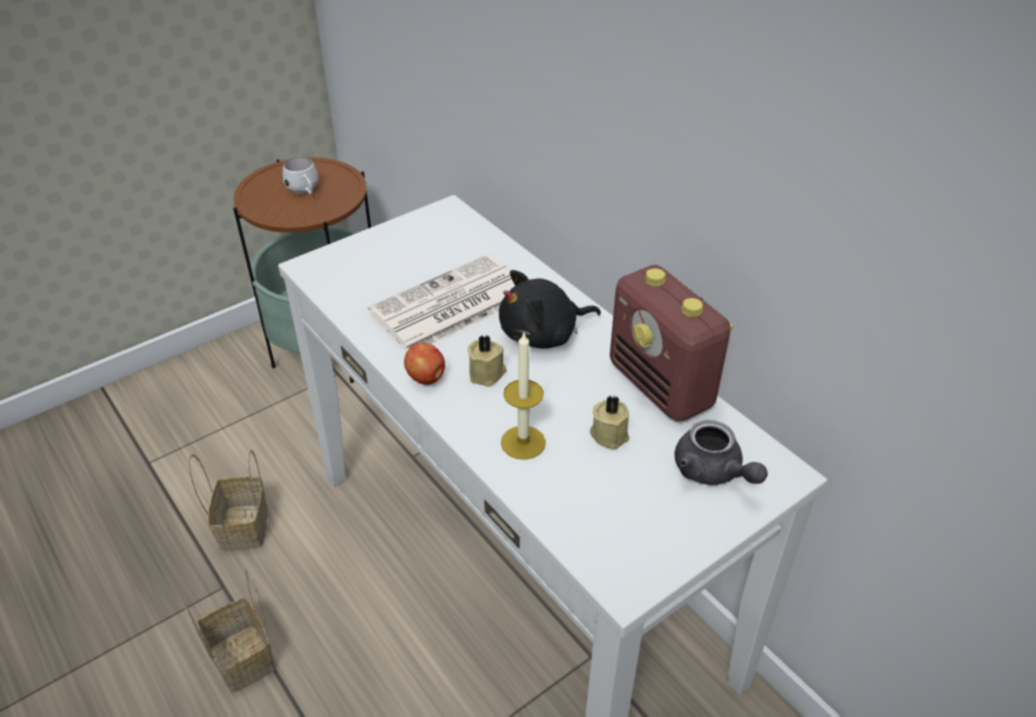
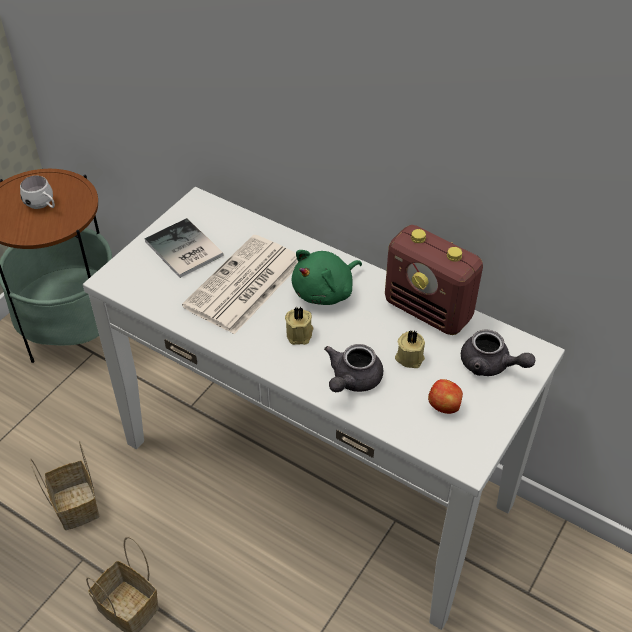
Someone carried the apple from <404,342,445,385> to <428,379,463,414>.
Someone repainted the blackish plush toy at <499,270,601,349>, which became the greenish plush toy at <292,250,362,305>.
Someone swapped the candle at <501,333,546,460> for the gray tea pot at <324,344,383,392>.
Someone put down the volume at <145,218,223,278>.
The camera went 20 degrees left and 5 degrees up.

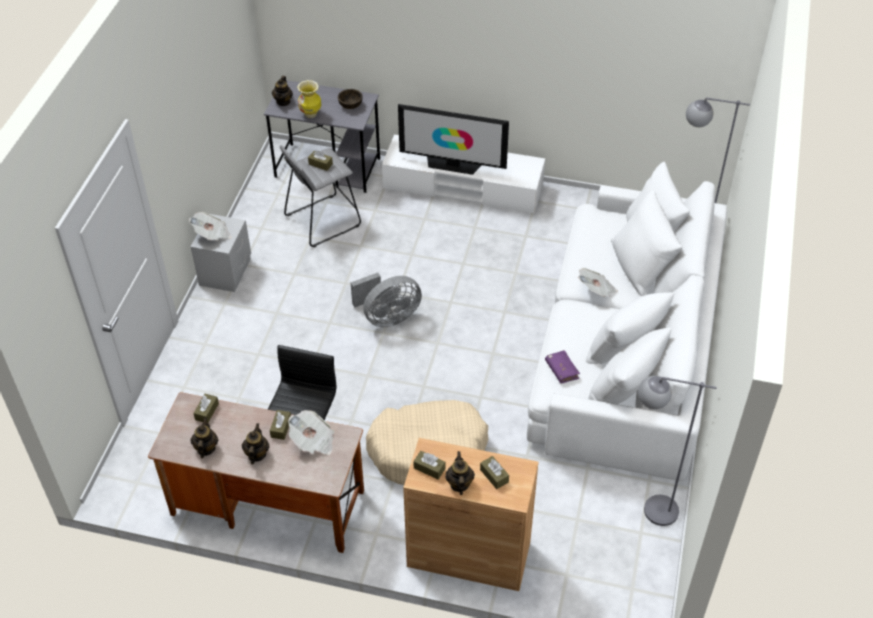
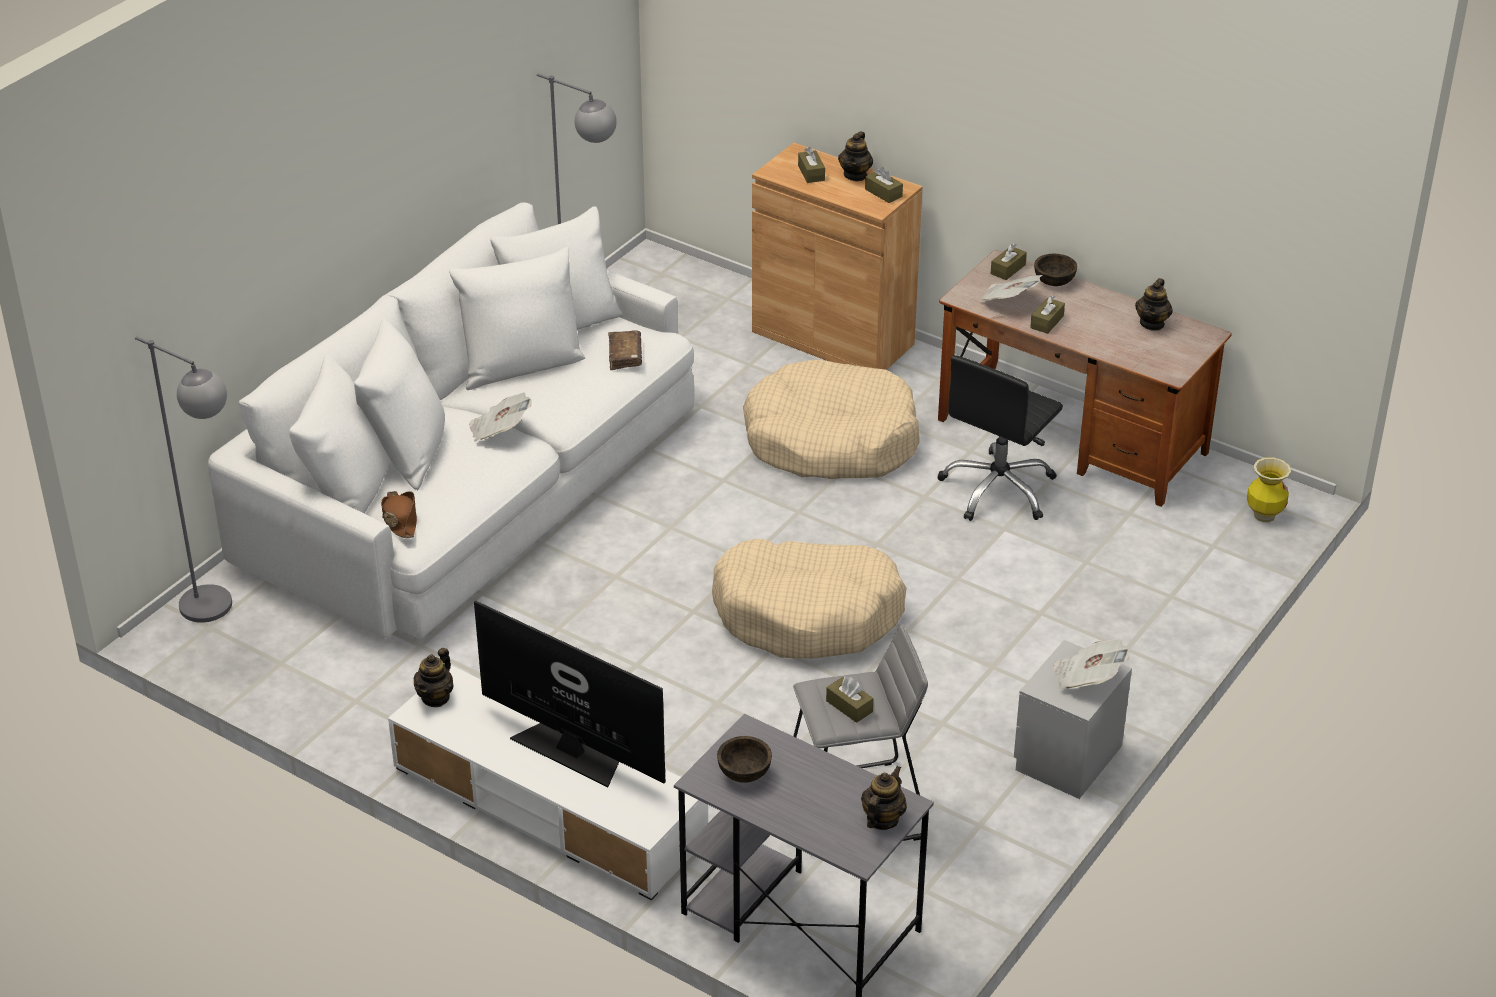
Someone carried the brown-coloured box of tissues from <193,394,219,423> to <991,243,1027,280>.
Someone carried the tea pot from <242,423,269,464> to <414,648,454,707>.
Someone carried the vase from <297,80,321,118> to <1247,458,1291,522>.
Someone swapped the gray cooling fan at <350,272,422,327> for the sand-coloured dog bed at <712,538,907,659>.
Someone repainted the purple-coloured volume at <545,350,580,384>, which became the brown-coloured volume at <608,330,642,370>.
Someone put down the brown-coloured clothing hat at <381,491,417,538>.
Someone put down the brown-coloured deep dish at <1034,254,1077,286>.
The camera went 160 degrees left and 10 degrees down.

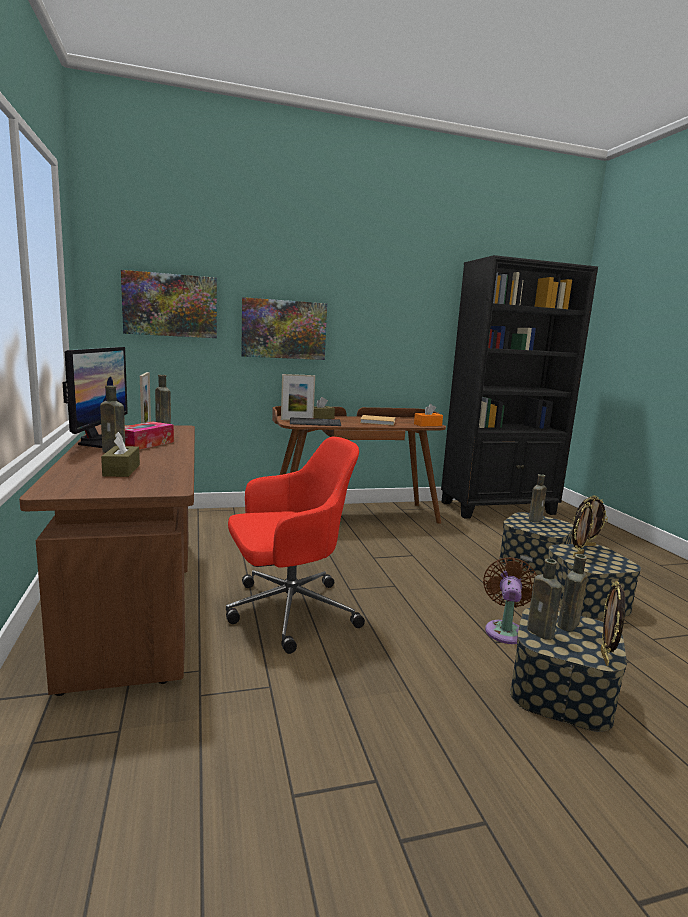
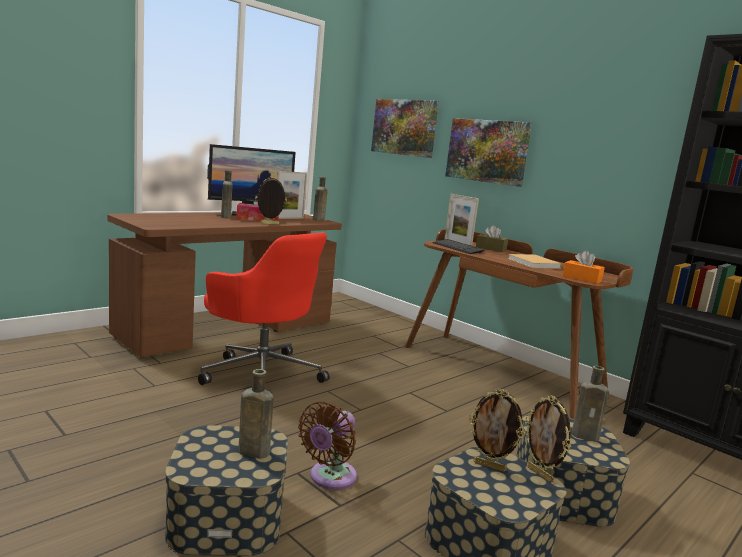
Someone took away the brown-coloured box of tissues at <101,432,140,477>.
Someone rotated the brown-coloured cooling fan at <483,557,537,644> by 135 degrees clockwise.
Someone took away the brown-coloured beverage bottle at <527,559,562,640>.
Someone carried the picture frame from <600,581,625,666> to <255,176,287,225>.
The camera went 60 degrees right and 0 degrees up.

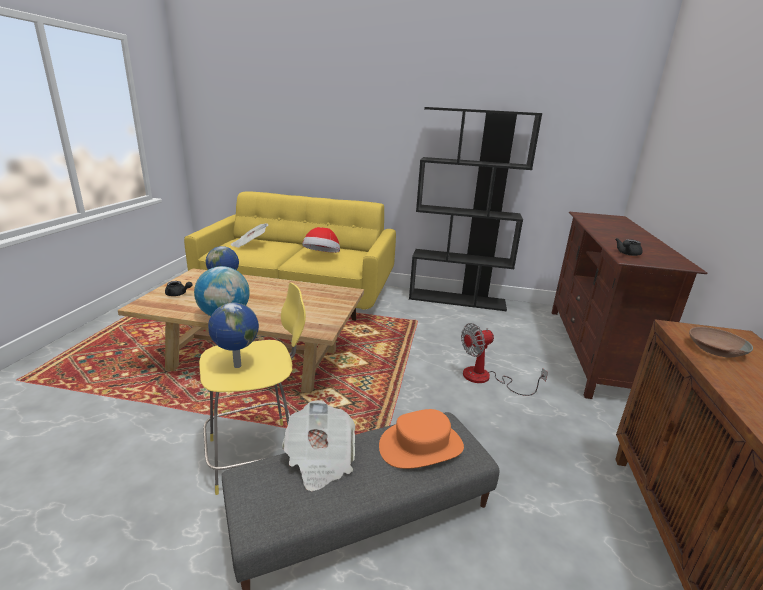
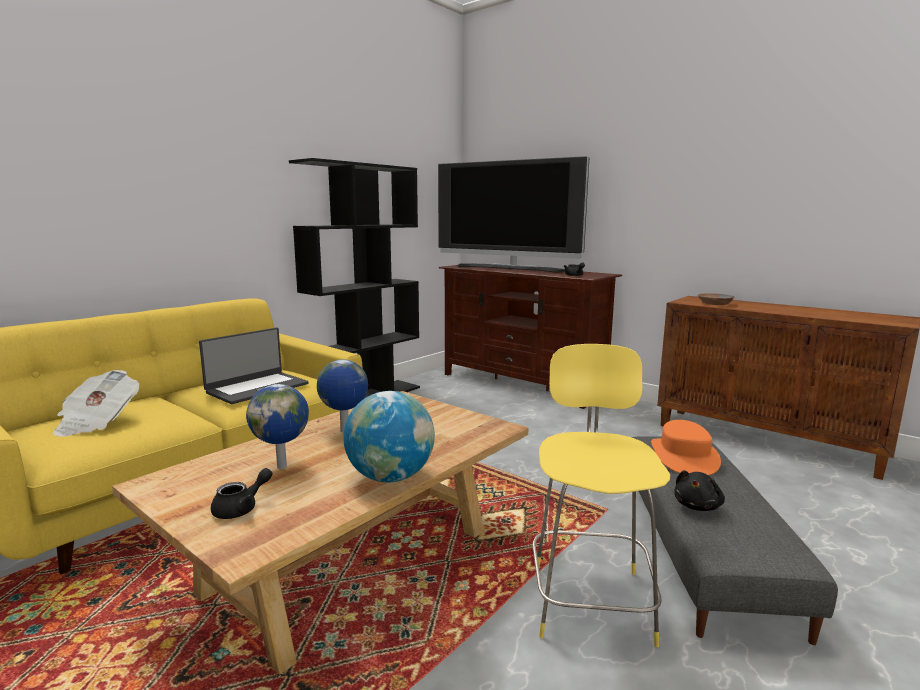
Someone carried the world globe from <208,303,259,368> to <317,360,368,432>.
Someone swapped the printed paper at <282,400,355,491> for the blackish plush toy at <674,470,725,511>.
Someone swapped the clothing hat at <302,227,340,253> for the portable computer at <199,328,308,404>.
Someone took away the cooling fan at <461,323,548,396>.
Someone put down the TV set at <438,156,589,273>.
The camera went 60 degrees left and 10 degrees down.

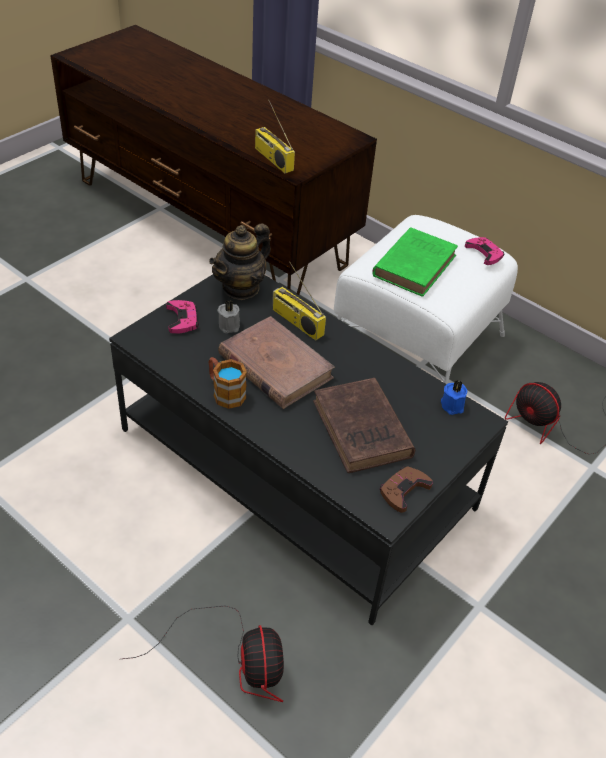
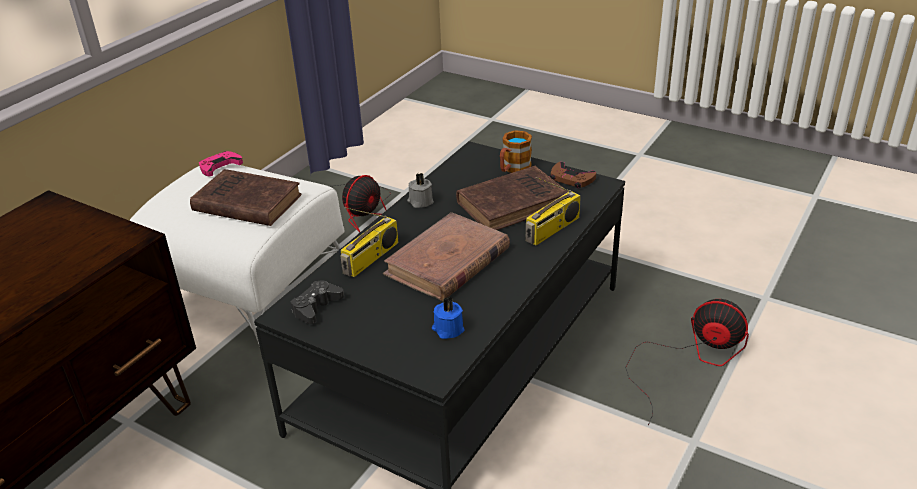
Someone rotated the cooling fan at <122,606,284,702> by 45 degrees clockwise.
Someone took away the pinkish game controller at <166,300,199,334>.
Someone swapped the tea pot at <209,223,271,300> for the blackish game controller at <291,280,344,324>.
Someone carried the tea mug from <209,357,247,409> to <500,130,532,173>.
Someone carried the gray candle from <218,300,240,333> to <407,173,434,208>.
Someone carried the radio from <255,100,295,173> to <526,177,581,246>.
Someone repainted the greenish volume at <372,227,458,297>, which became the brown-coloured volume at <190,169,302,226>.
Someone carried the bluish candle from <441,380,467,415> to <432,297,464,339>.
The camera went 95 degrees left and 10 degrees down.

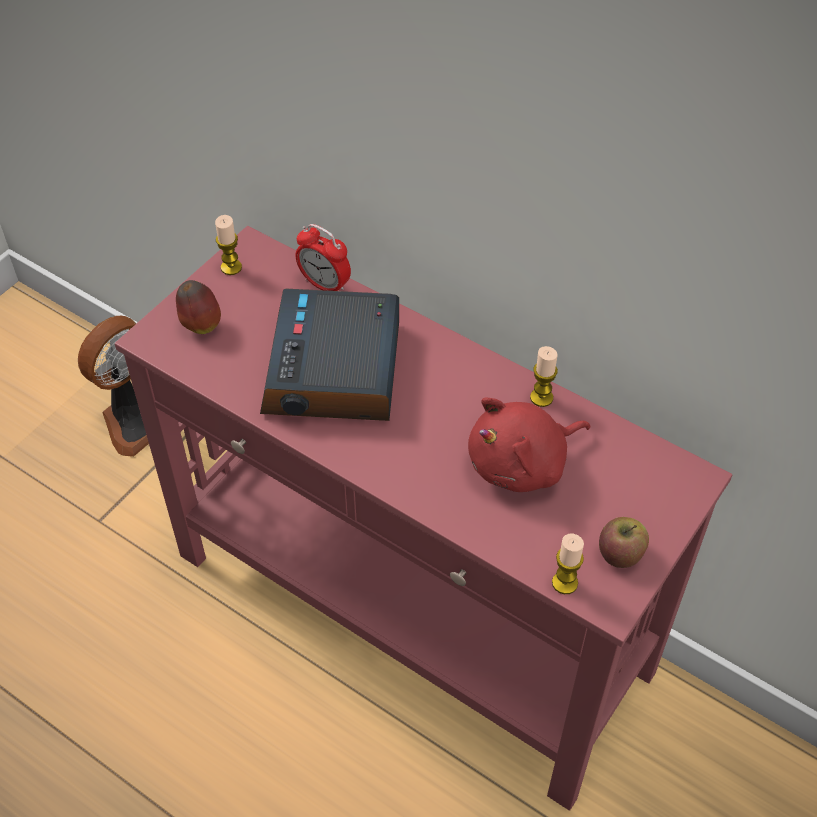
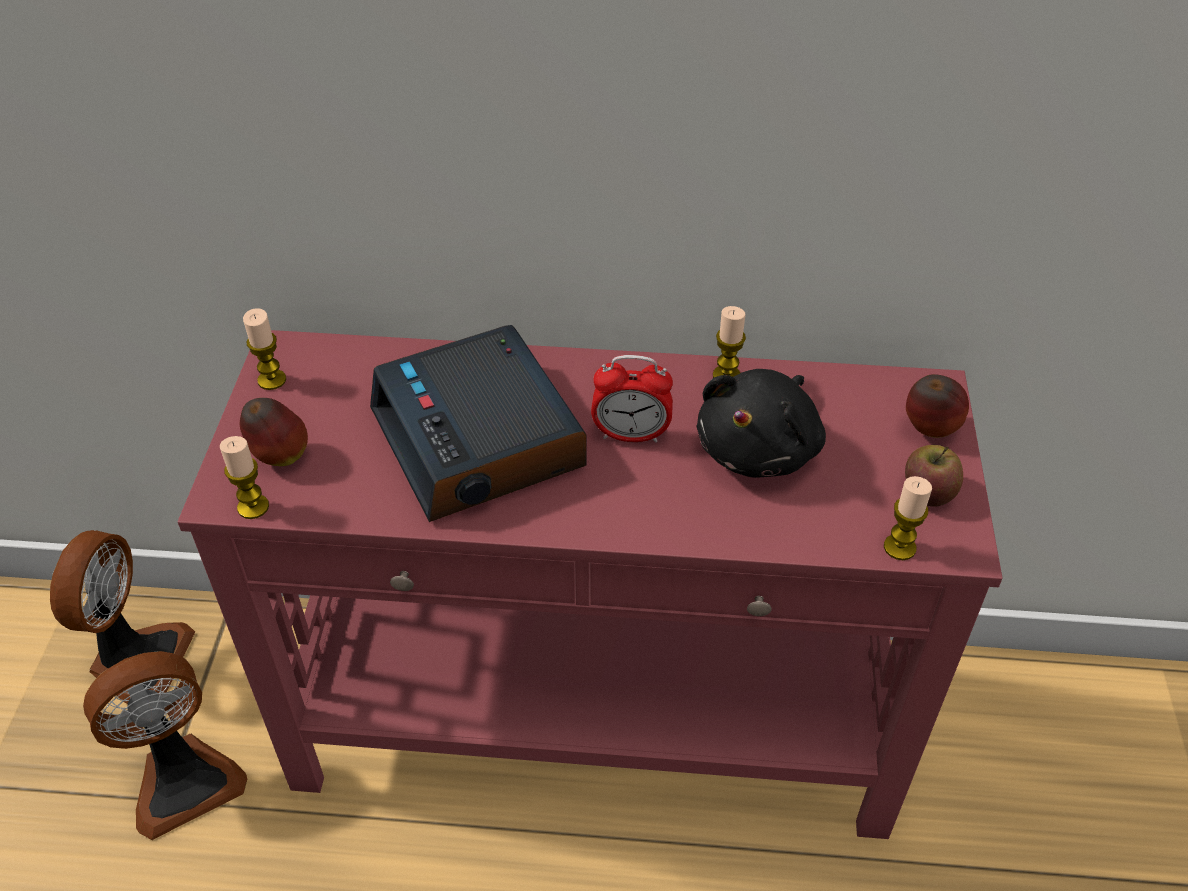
Someone carried the bedside clock from <296,224,351,291> to <591,355,673,443>.
Someone repainted the red plush toy at <468,397,590,492>, which became the blackish plush toy at <697,369,826,478>.
Someone put down the cooling fan at <83,651,247,840>.
Someone put down the candle at <220,436,269,519>.
Someone put down the apple at <906,374,969,438>.
The camera went 30 degrees left and 5 degrees down.

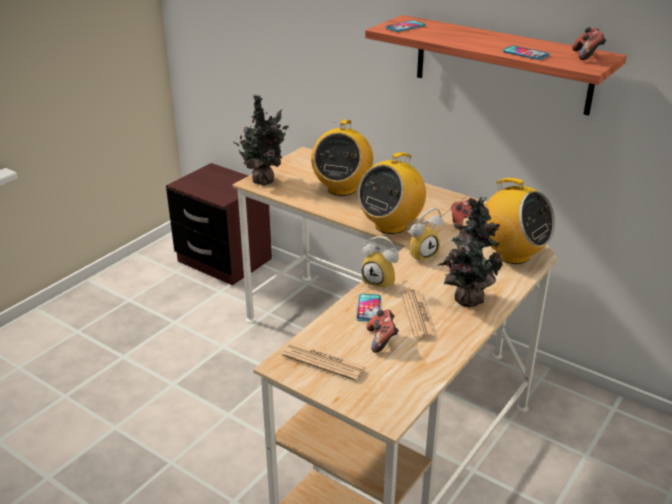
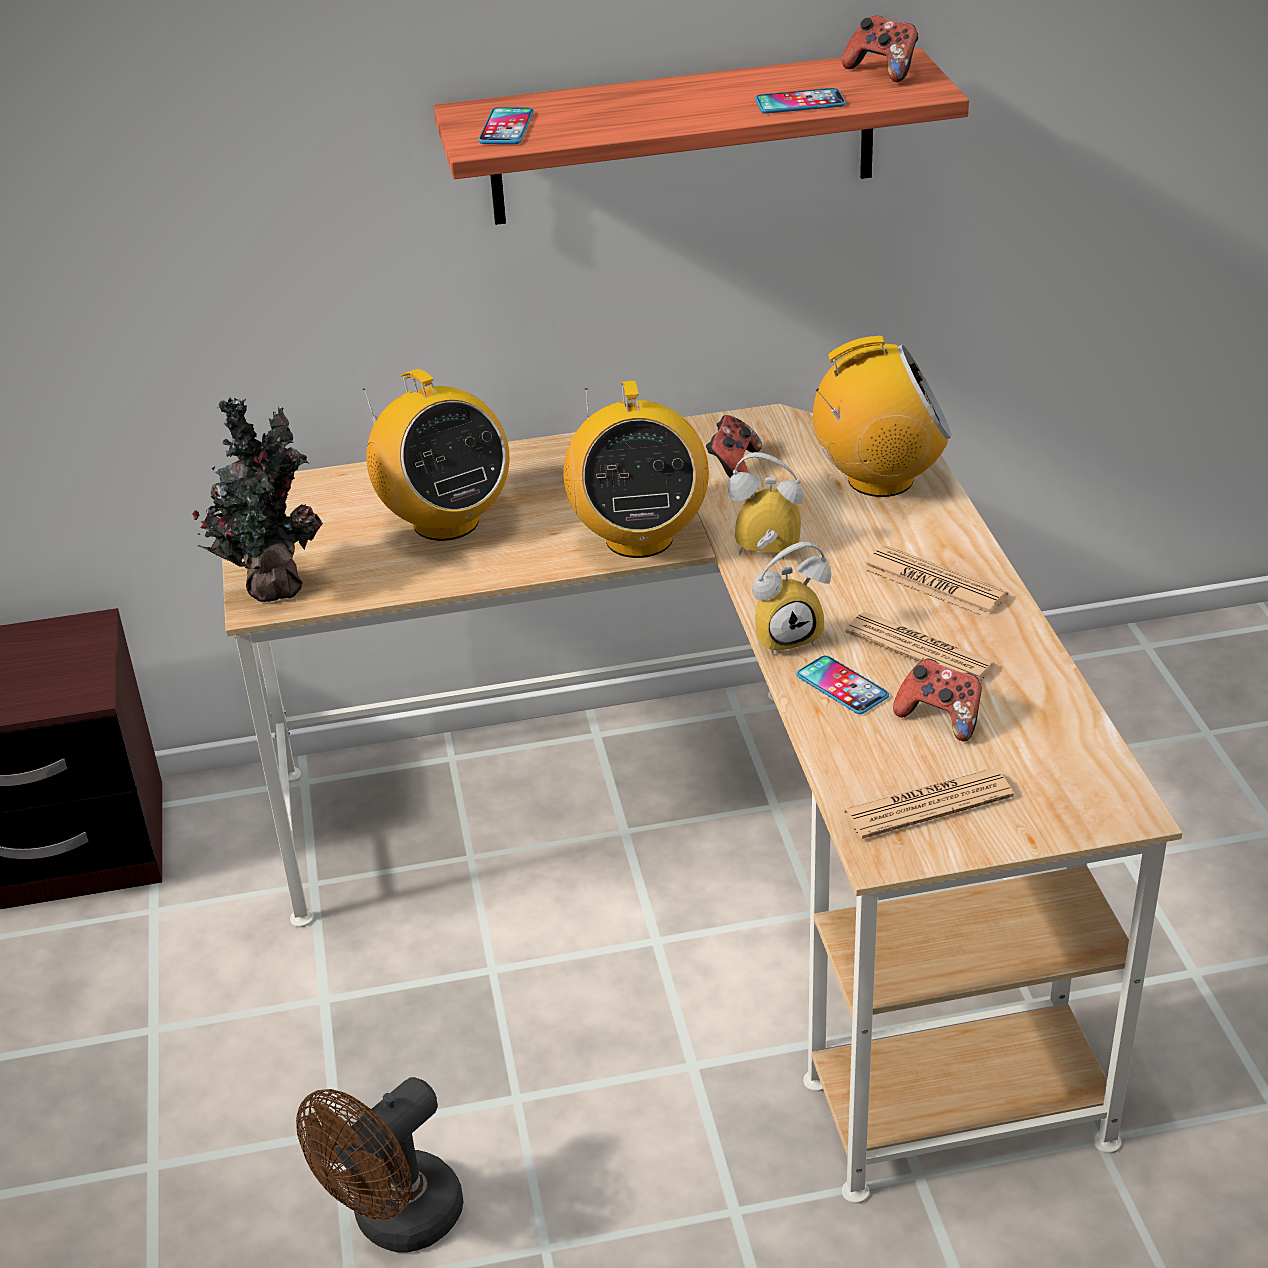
Someone rotated the bedside clock at <408,208,444,263> by 90 degrees counterclockwise.
Someone swapped the houseplant at <438,197,503,307> for the printed paper at <863,545,1009,618>.
Someone put down the brown-coloured cooling fan at <296,1077,464,1253>.
The camera went 45 degrees left and 5 degrees up.

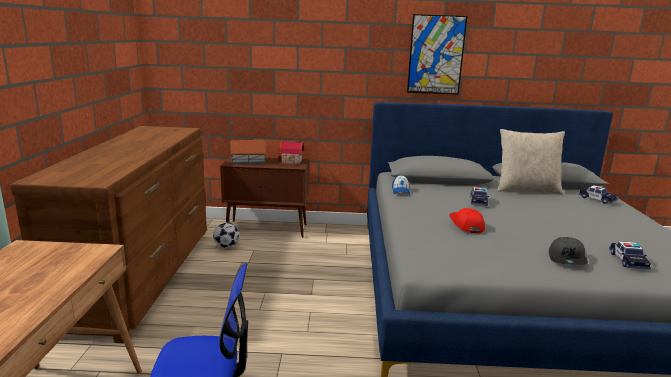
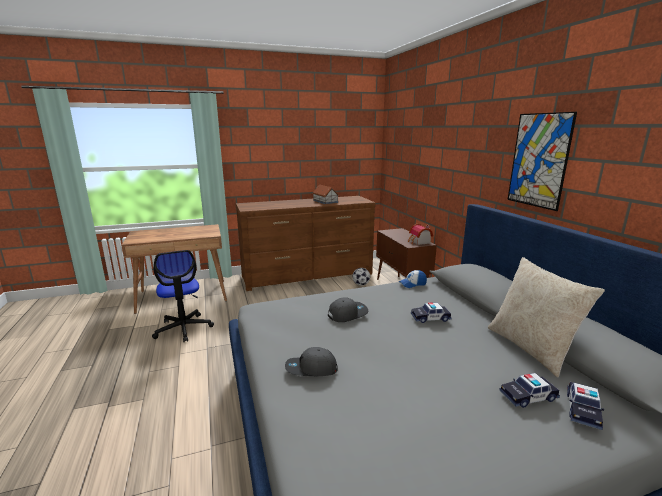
Someone carried the miniature house from <230,140,266,165> to <312,184,339,204>.
Someone repainted the red cap at <449,208,485,233>, which became the gray cap at <328,297,368,322>.
Someone carried the miniature car from <609,241,651,270> to <499,373,560,408>.
The camera went 70 degrees right and 0 degrees up.

